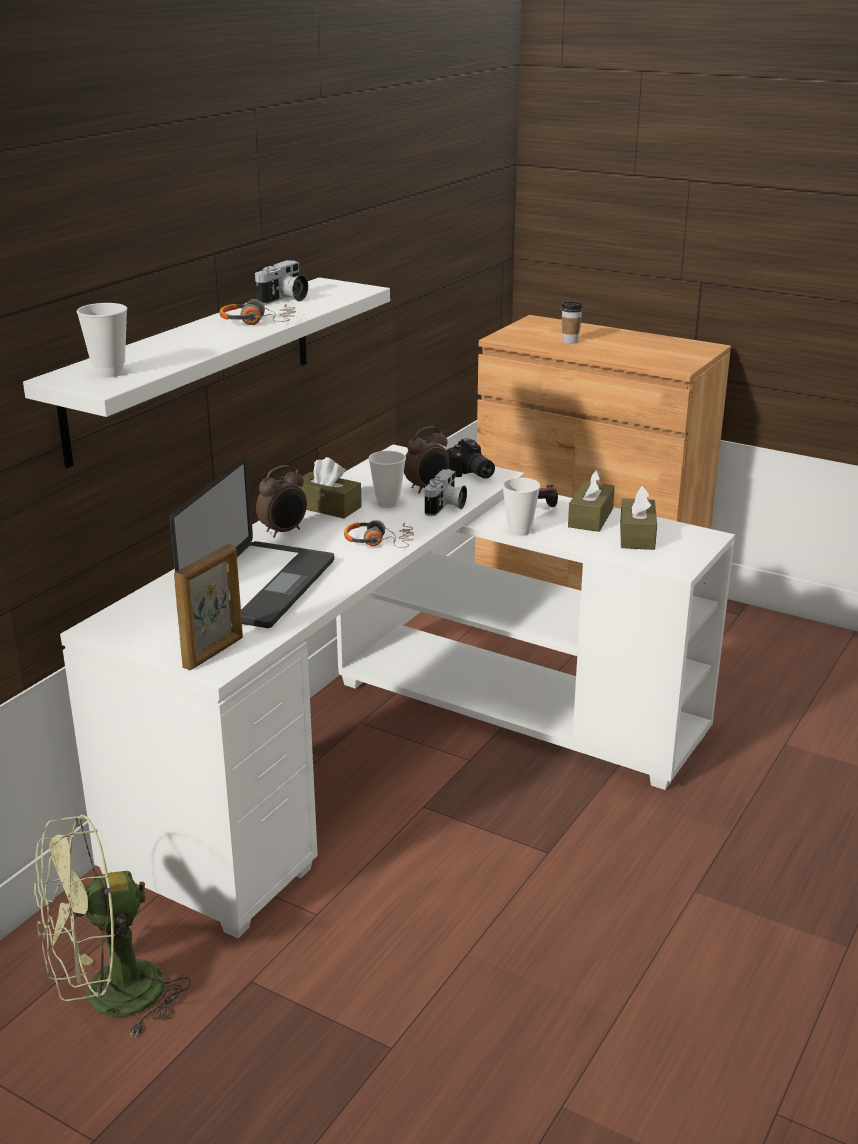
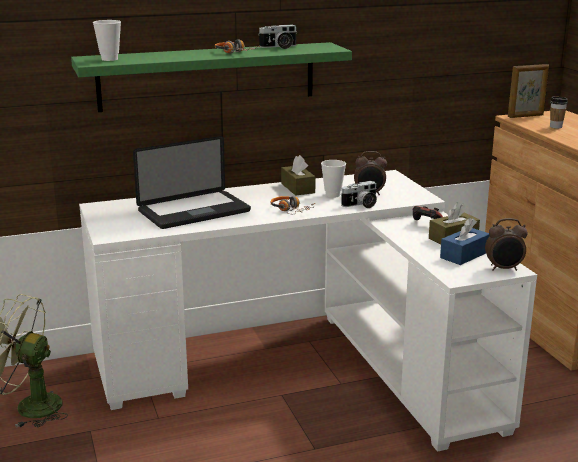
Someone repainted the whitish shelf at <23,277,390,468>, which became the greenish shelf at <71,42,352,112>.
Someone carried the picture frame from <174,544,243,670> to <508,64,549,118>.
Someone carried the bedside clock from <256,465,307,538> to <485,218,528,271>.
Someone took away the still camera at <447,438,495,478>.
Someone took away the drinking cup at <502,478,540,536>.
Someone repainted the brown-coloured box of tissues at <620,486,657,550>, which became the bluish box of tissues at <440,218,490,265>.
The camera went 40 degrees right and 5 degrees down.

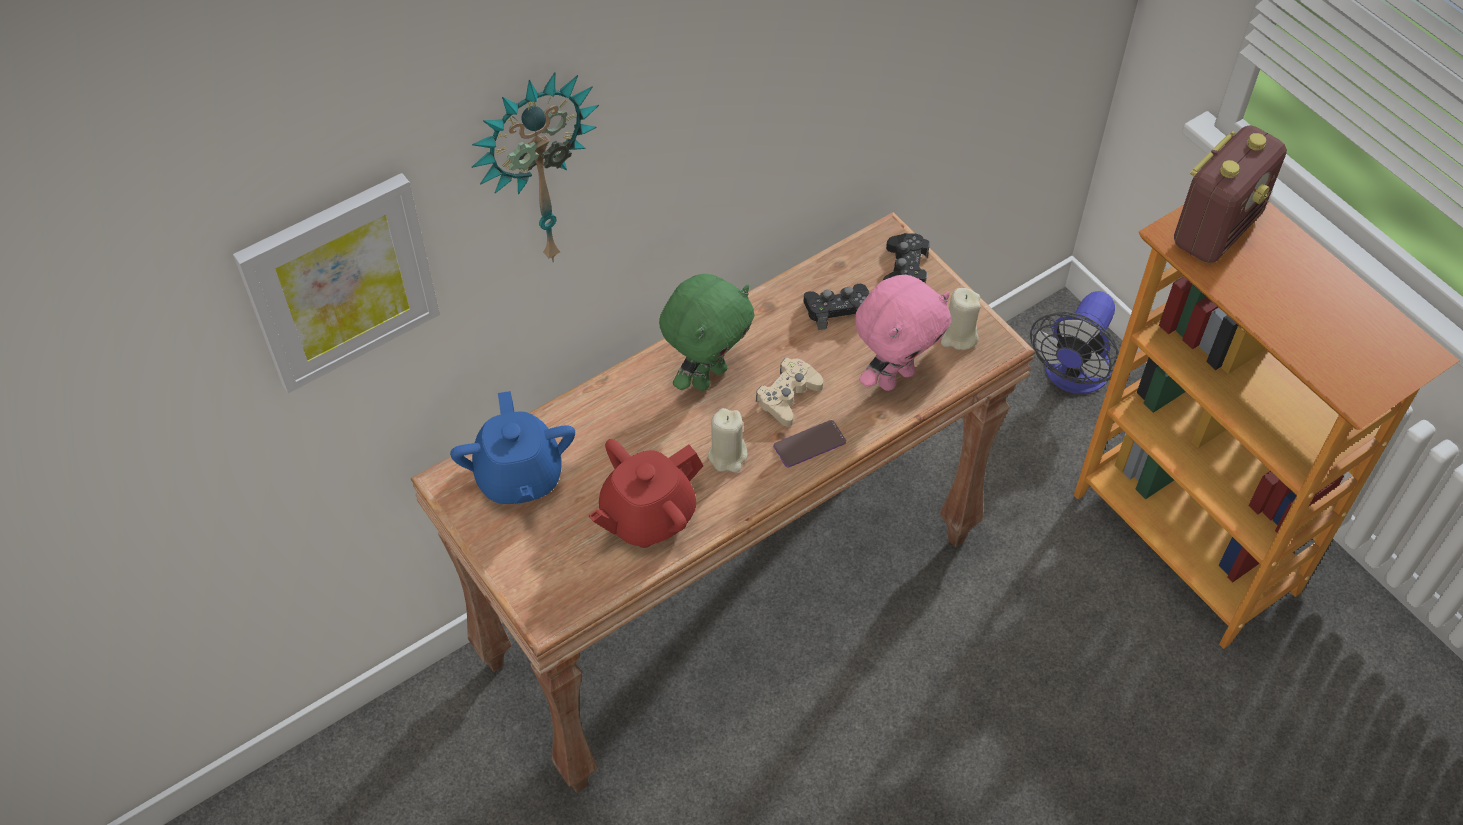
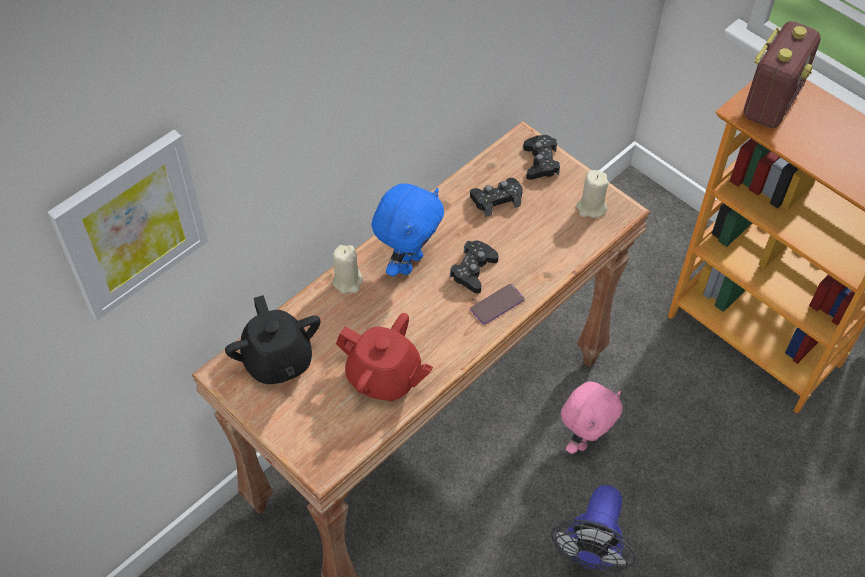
Someone repainted the bluish tea pot at <450,391,575,504>, which became the blackish tea pot at <225,295,321,384>.
Someone took away the wall clock at <472,72,599,262>.
Someone rotated the red tea pot at <589,439,703,548> by 105 degrees counterclockwise.
Someone repainted the greenish plush toy at <659,274,755,391>, which became the bluish plush toy at <371,184,444,276>.
Someone carried the sand-coloured candle from <708,408,747,473> to <333,245,363,294>.
Someone repainted the sand-coloured game controller at <756,358,823,427>, which became the blackish game controller at <450,240,498,294>.
Someone carried the pinkish plush toy from <855,275,951,391> to <561,382,622,454>.
Someone carried the cooling fan from <1030,291,1119,394> to <551,485,635,572>.
The camera went 10 degrees left and 0 degrees up.

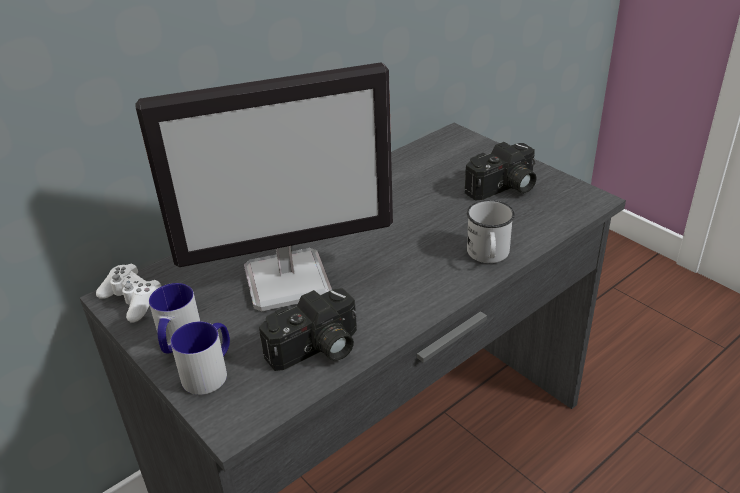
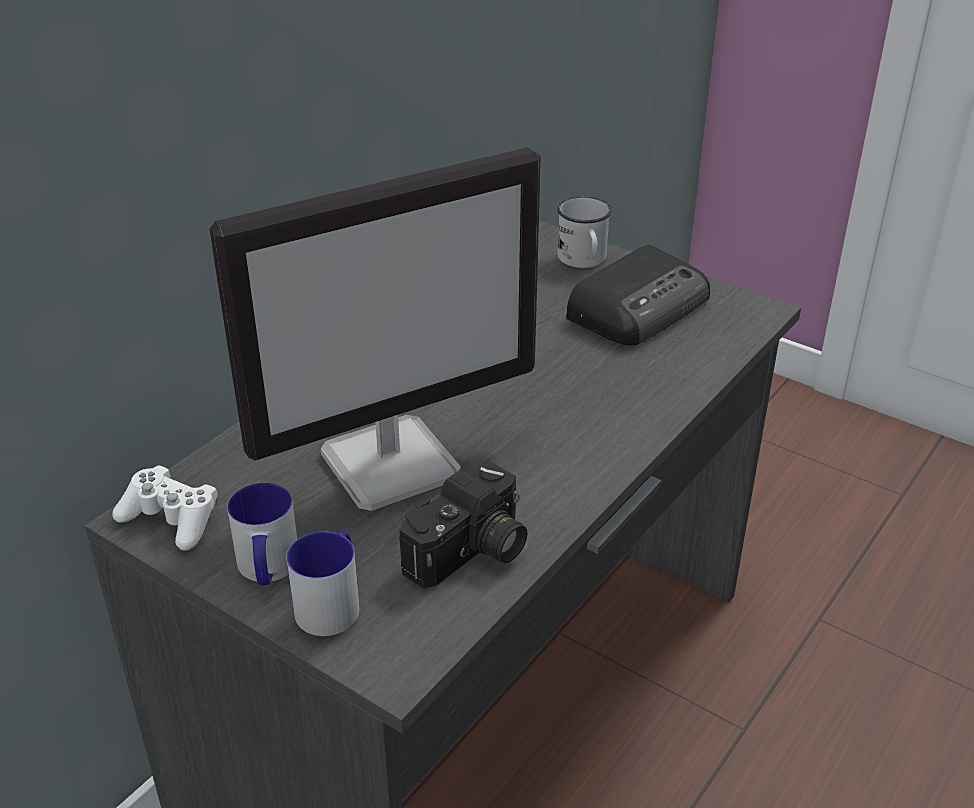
Someone swapped the still camera at <465,142,537,200> for the radio at <566,244,710,346>.
Someone carried the whitish tea mug from <467,200,515,263> to <557,196,612,268>.
The camera went 15 degrees left and 0 degrees up.

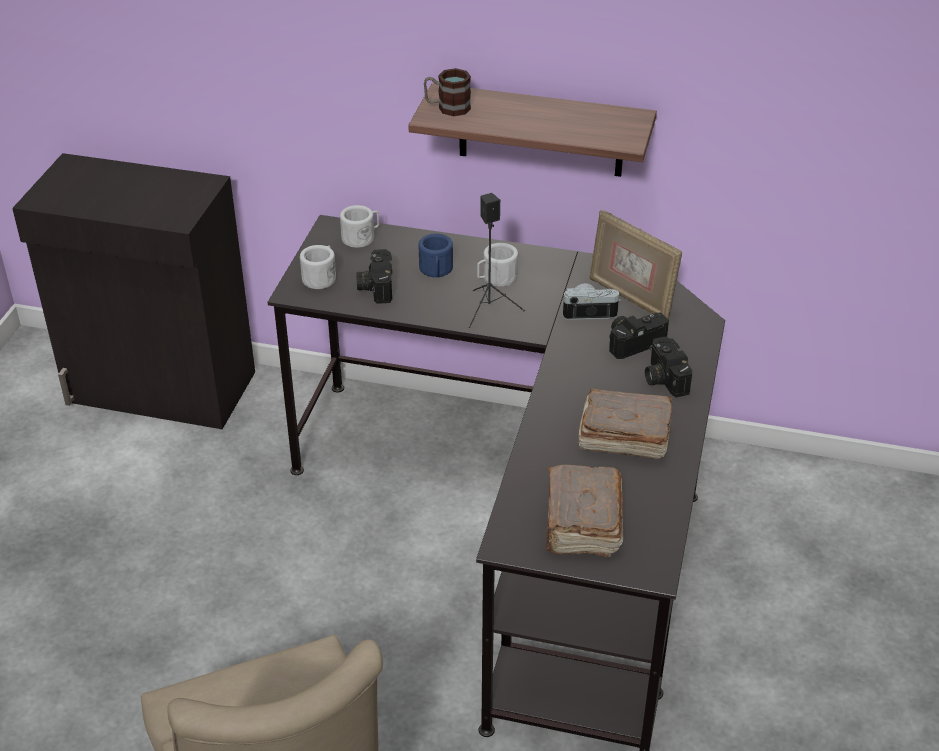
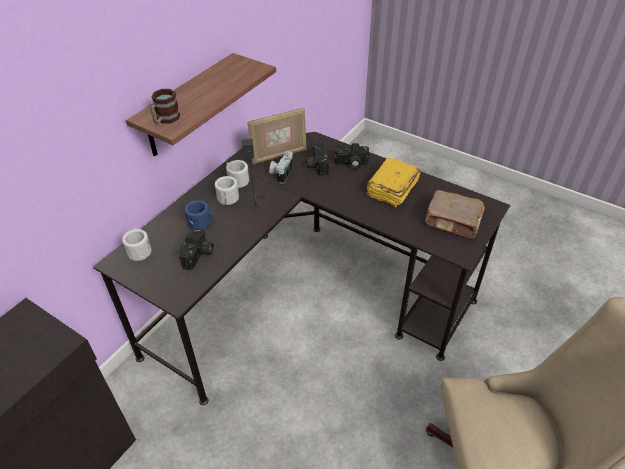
Someone carried the whitish tea mug from <300,245,336,289> to <226,160,249,188>.
Someone rotated the still camera at <356,249,392,304> by 90 degrees counterclockwise.
Someone repainted the brown-coloured volume at <577,388,673,459>, which became the yellow-coloured volume at <366,158,421,207>.
The camera went 70 degrees left and 5 degrees up.

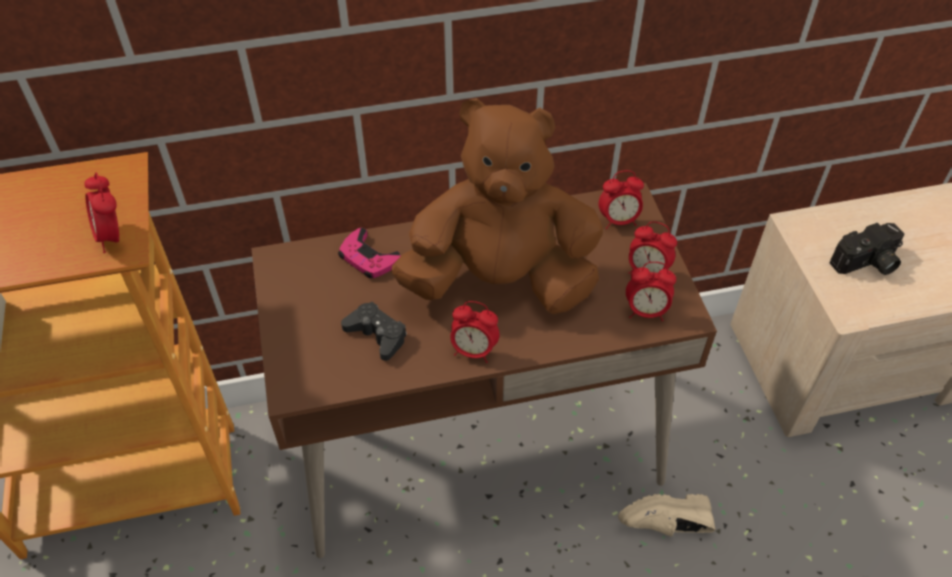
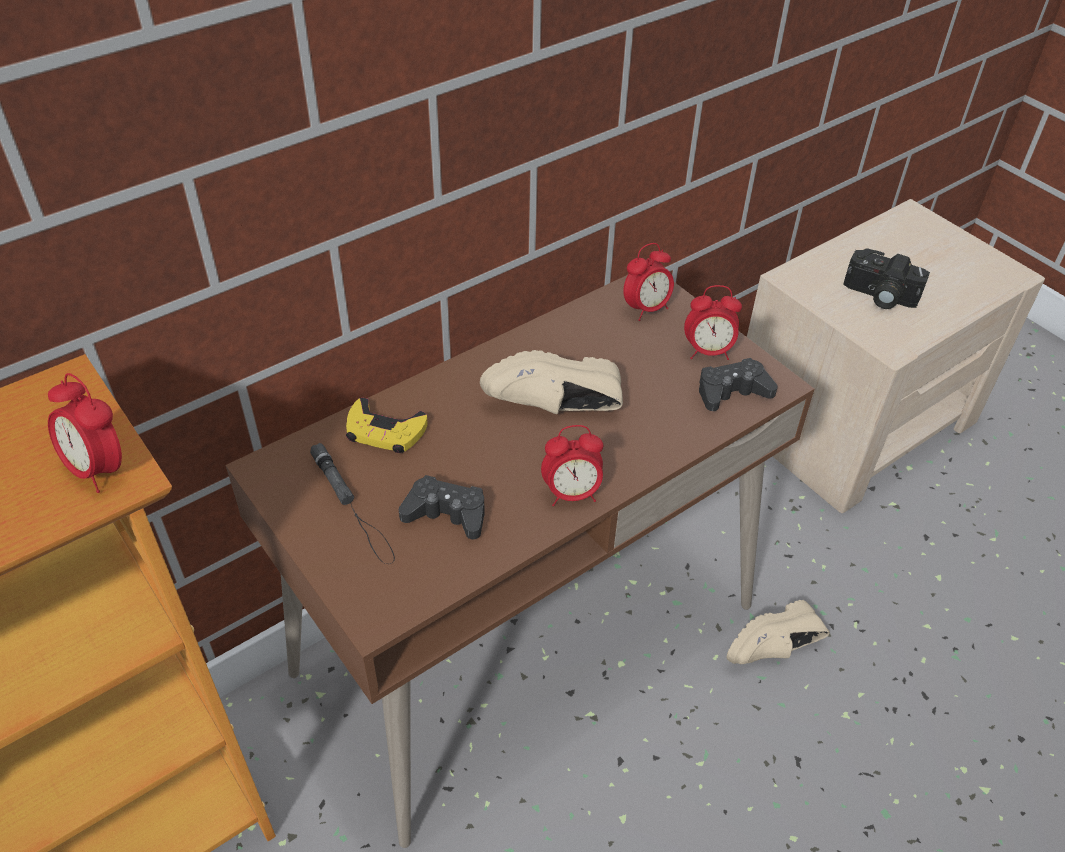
Someone repainted the pinkish game controller at <338,228,401,278>, which became the yellow-coloured game controller at <346,398,428,453>.
Someone swapped the brown-coloured plush toy at <391,98,603,314> for the sand-coloured low shoe at <480,350,623,414>.
Someone swapped the bedside clock at <626,262,676,321> for the blackish game controller at <699,358,778,411>.
Someone rotated the still camera at <829,223,904,275> by 75 degrees clockwise.
Someone put down the blackish flashlight at <310,443,395,564>.
The camera went 25 degrees left and 5 degrees down.

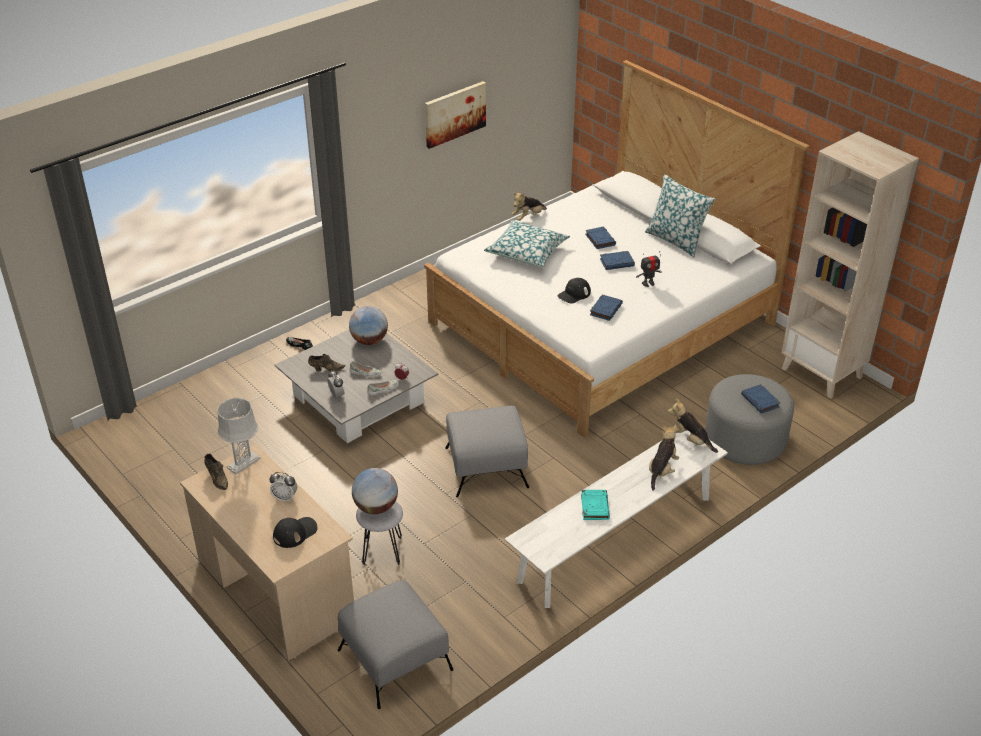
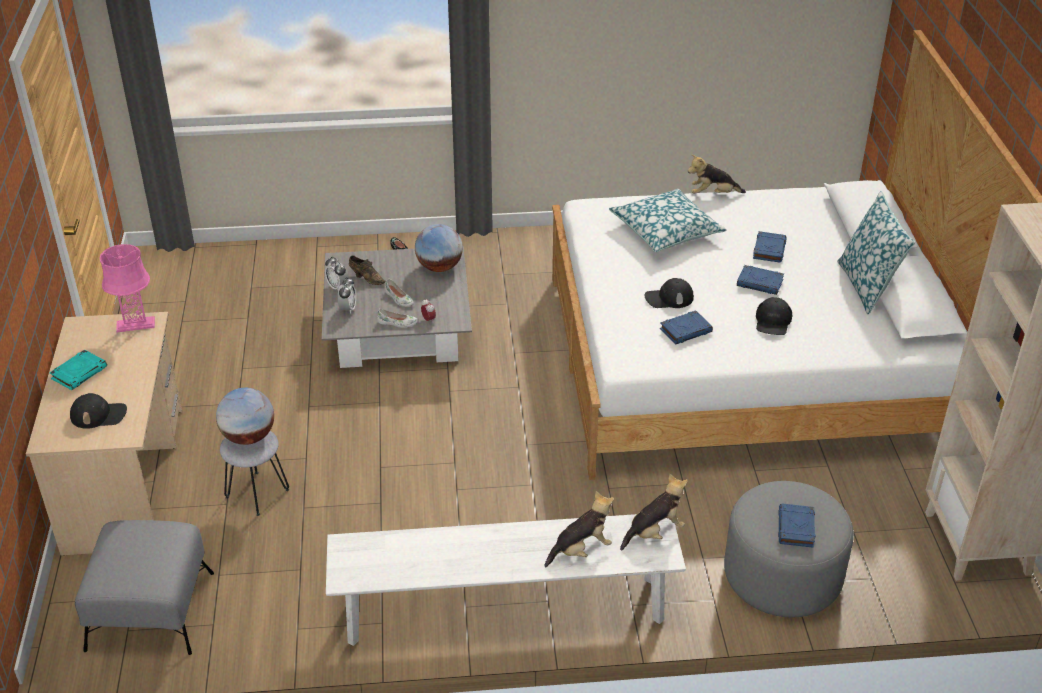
Someone took away the brown-coloured low shoe at <204,454,228,490>.
Someone repainted the gray tabletop lamp at <217,398,261,474>, which became the pinkish tabletop lamp at <100,244,155,332>.
Someone carried the bedside clock from <269,472,297,502> to <325,257,349,290>.
Someone took away the wall picture at <425,81,486,149>.
Someone took away the gray ottoman at <445,406,529,497>.
Someone carried the blue-green volume from <581,490,610,520> to <49,349,107,390>.
Someone swapped the model robot at <636,253,662,287> for the blackish cap at <756,297,792,335>.
Someone rotated the plush toy at <668,398,718,453> by 75 degrees clockwise.
The camera went 35 degrees right and 0 degrees up.

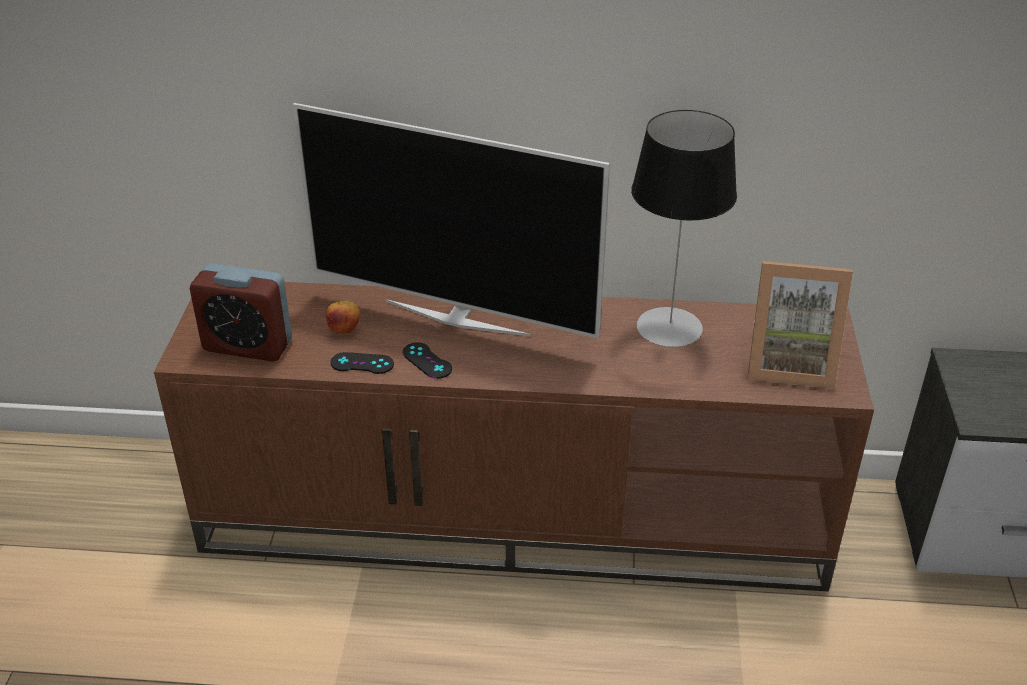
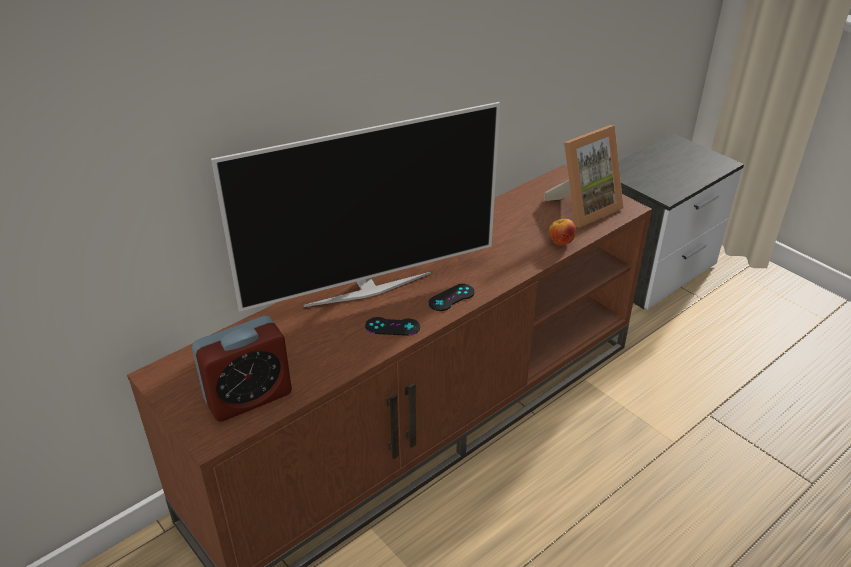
Someone carried the apple from <326,301,360,334> to <549,219,576,245>.
Someone carried the blackish game controller from <330,352,394,374> to <428,284,475,311>.
Someone took away the tabletop lamp at <631,110,737,347>.
The camera went 45 degrees left and 0 degrees up.

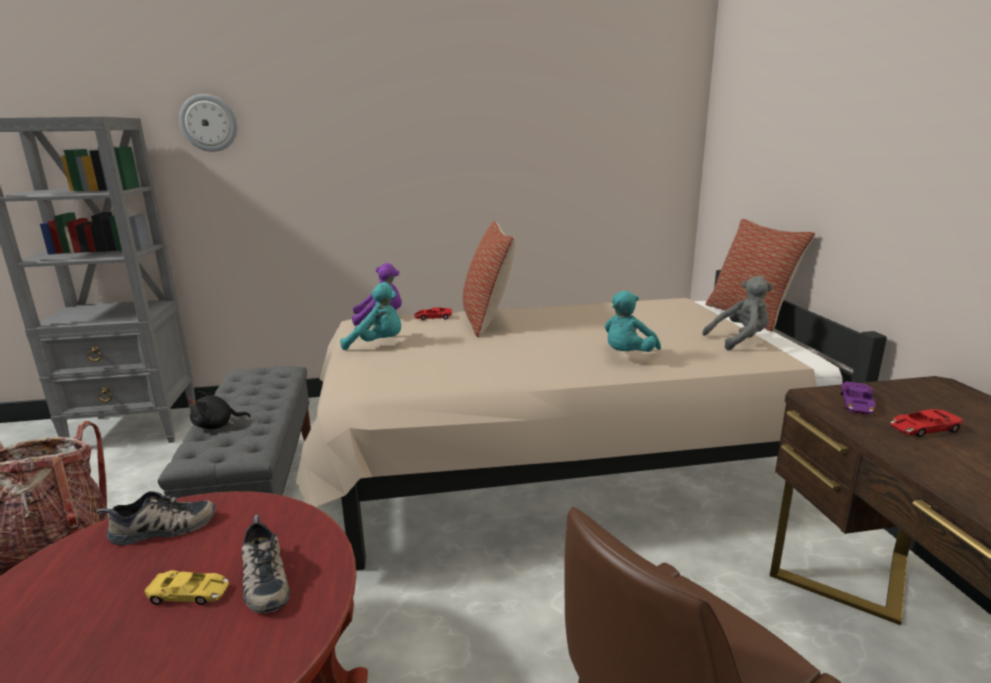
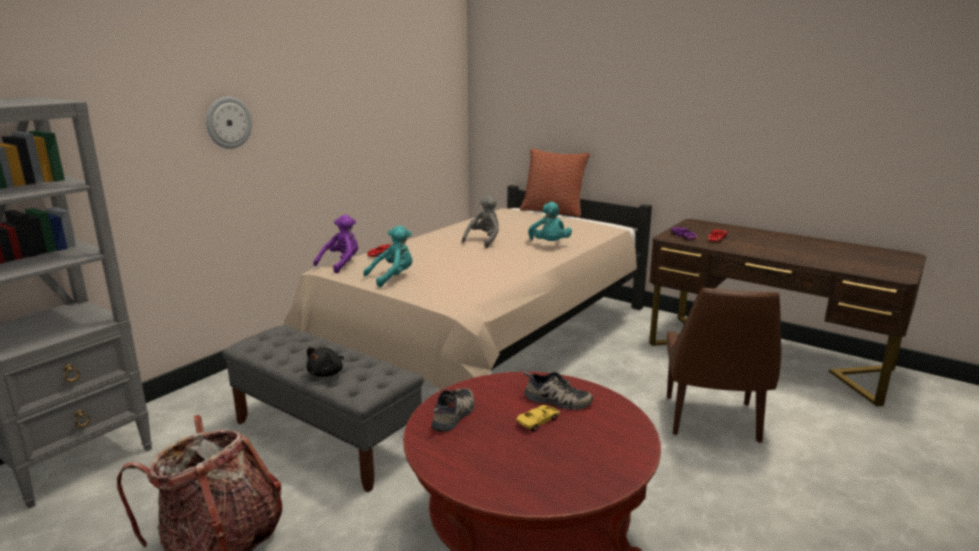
Someone carried the wall clock from <179,94,238,152> to <206,97,252,149>.
Someone took away the pillow at <463,221,515,338>.
Someone carried the gray plush toy from <702,276,773,350> to <462,195,499,248>.
The camera went 45 degrees left and 0 degrees up.

